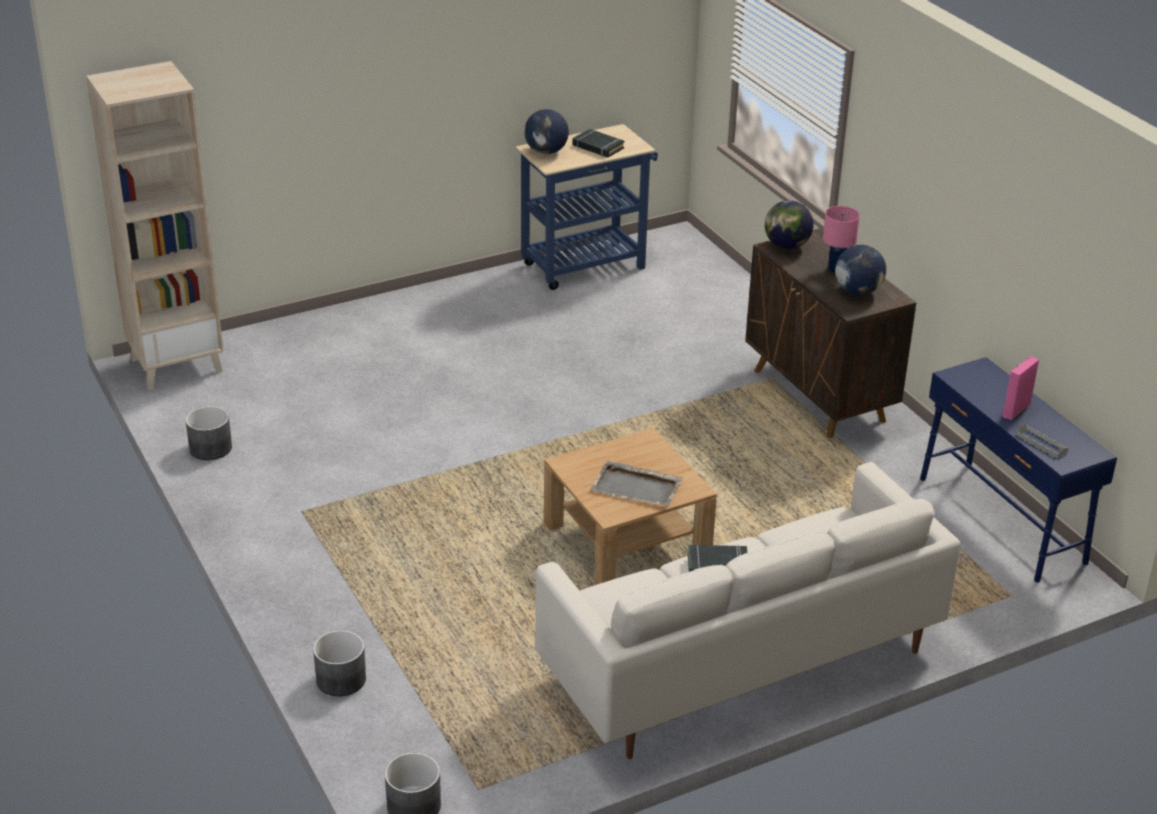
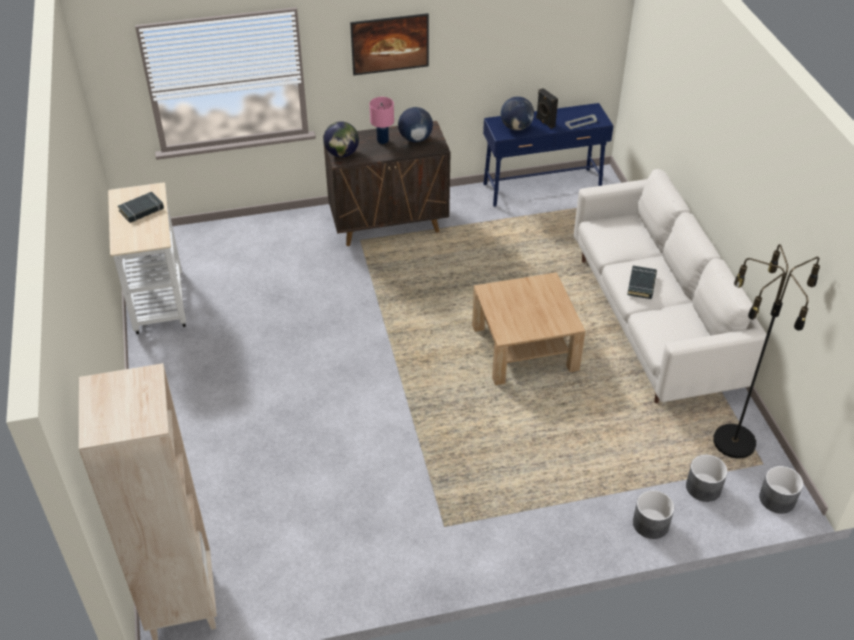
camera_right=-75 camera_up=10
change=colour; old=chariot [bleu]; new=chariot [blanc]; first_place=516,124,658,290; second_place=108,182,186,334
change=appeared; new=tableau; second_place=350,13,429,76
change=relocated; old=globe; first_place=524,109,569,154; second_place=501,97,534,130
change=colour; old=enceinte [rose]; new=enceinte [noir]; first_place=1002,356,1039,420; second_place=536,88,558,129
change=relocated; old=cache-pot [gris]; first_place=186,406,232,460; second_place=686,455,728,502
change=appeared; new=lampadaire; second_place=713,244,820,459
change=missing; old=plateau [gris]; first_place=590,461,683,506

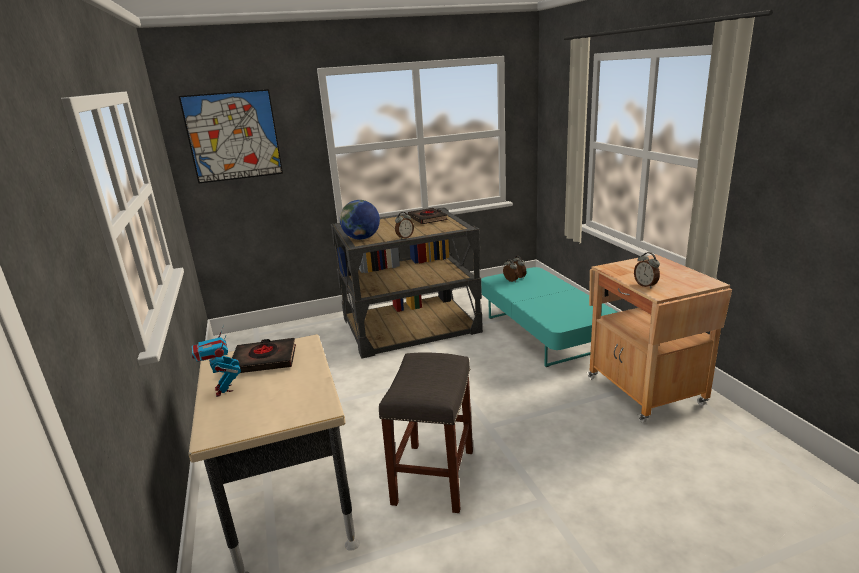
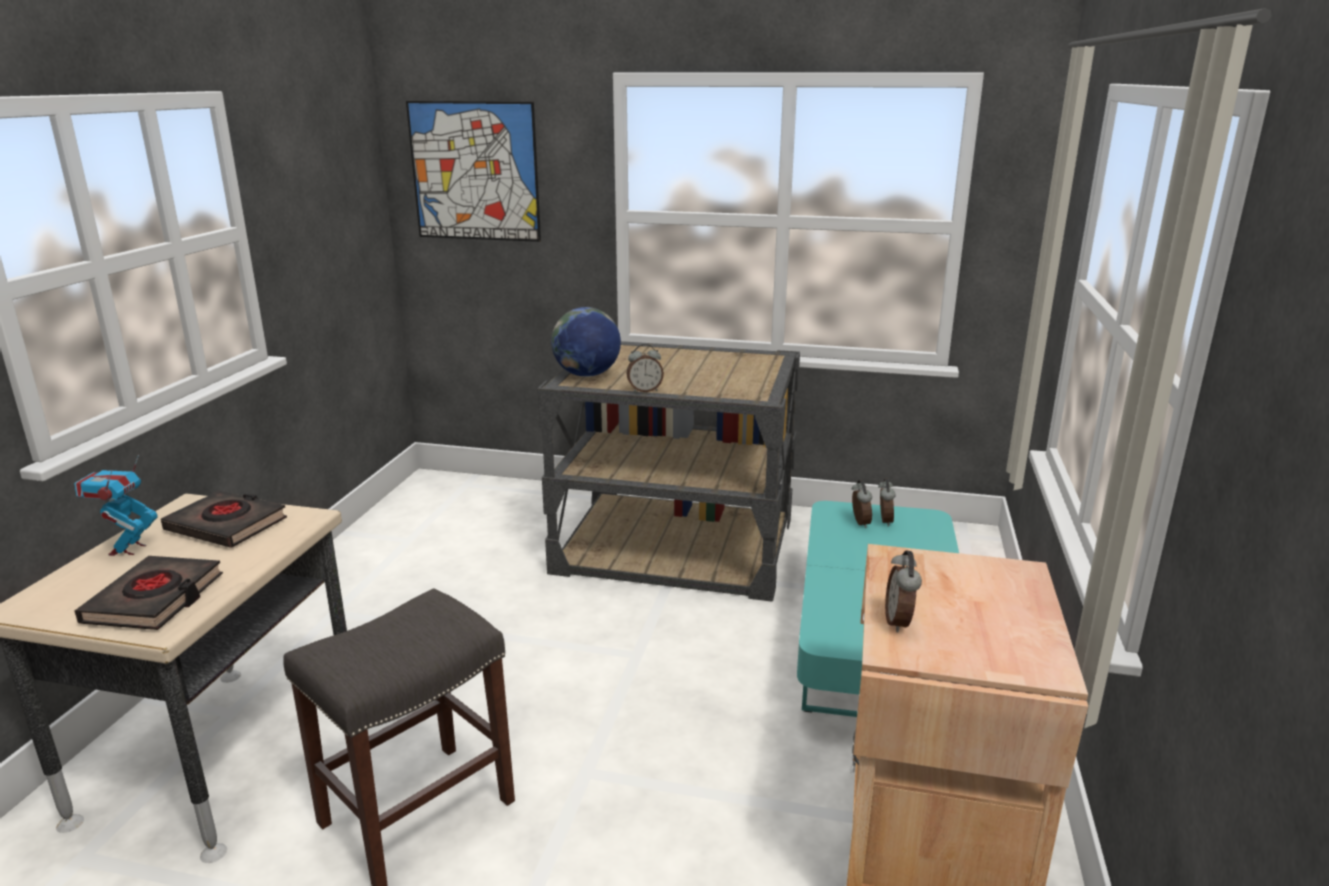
camera_right=30 camera_up=0
change=relocated; old=livre [noir]; first_place=408,208,448,224; second_place=74,556,223,630

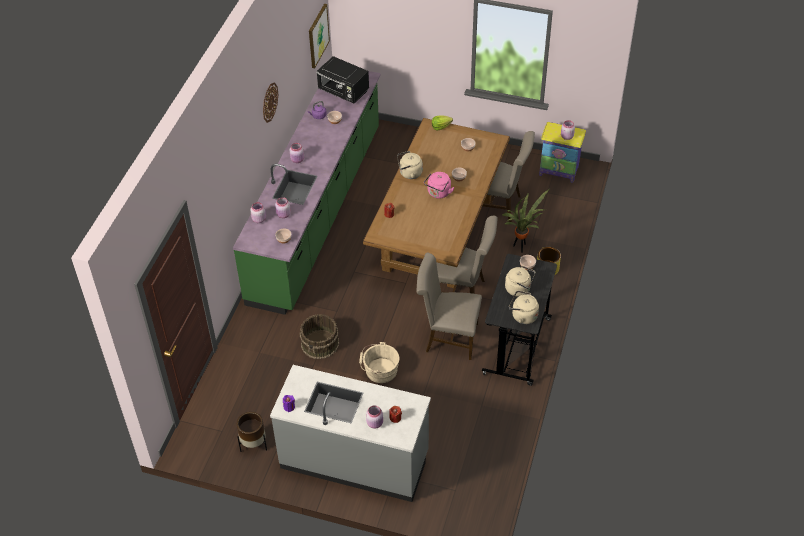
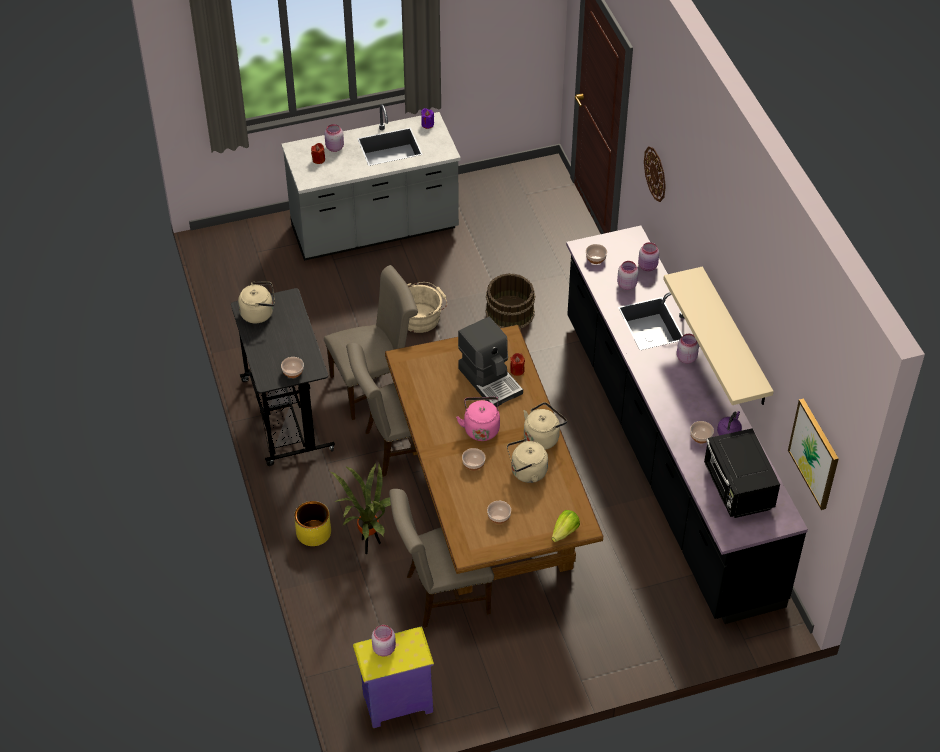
camera_right=145 camera_up=0
change=appeared; new=machine à café; second_place=458,317,523,407
change=relocated; old=bouilloire [beige]; first_place=505,265,535,296; second_place=507,439,548,483
change=colour; old=comptoir de cuisine [vert]; new=comptoir de cuisine [noir]; first_place=233,71,381,315; second_place=566,226,808,624
change=relocated; old=horloge murale; first_place=263,82,278,123; second_place=644,146,666,202
change=appeared; new=étagère [beige]; second_place=663,266,774,405
change=spun; old=micro-ondes [noir]; first_place=316,56,369,104; second_place=704,429,780,518; degrees=-105
change=missing; old=cache-pot [marron]; first_place=237,412,267,452

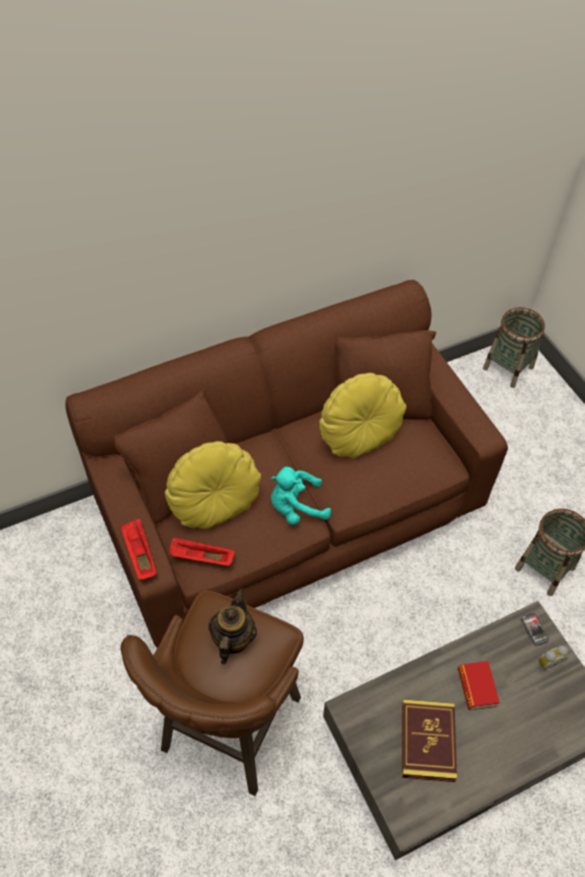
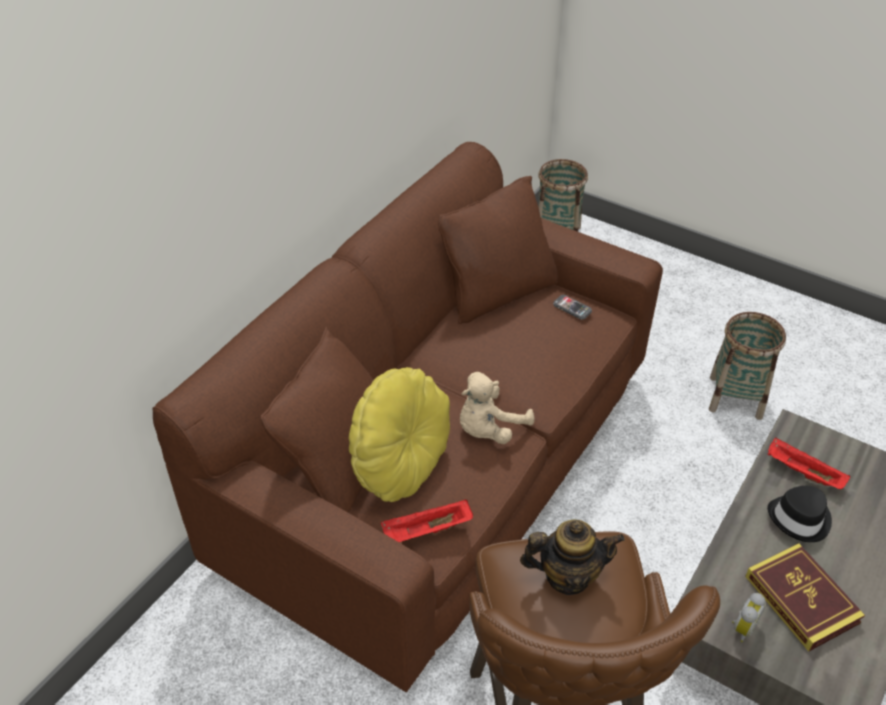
camera_right=-30 camera_up=-10
change=colour; old=peluche [turquoise]; new=peluche [beige]; first_place=271,467,331,525; second_place=460,372,534,444
change=spun; old=théière; first_place=208,589,257,665; second_place=520,519,625,595; degrees=105
change=relocated; old=téléphone; first_place=520,612,549,646; second_place=553,295,592,320
change=relocated; old=réveil; first_place=539,645,568,672; second_place=732,593,765,642
change=relocated; old=plateau [rouge]; first_place=120,518,157,580; second_place=767,438,850,489
change=exchanged; old=livre; new=chapeau [noir]; first_place=458,661,500,710; second_place=767,486,832,542
change=missing; old=coussin [jaune]; first_place=319,373,406,458

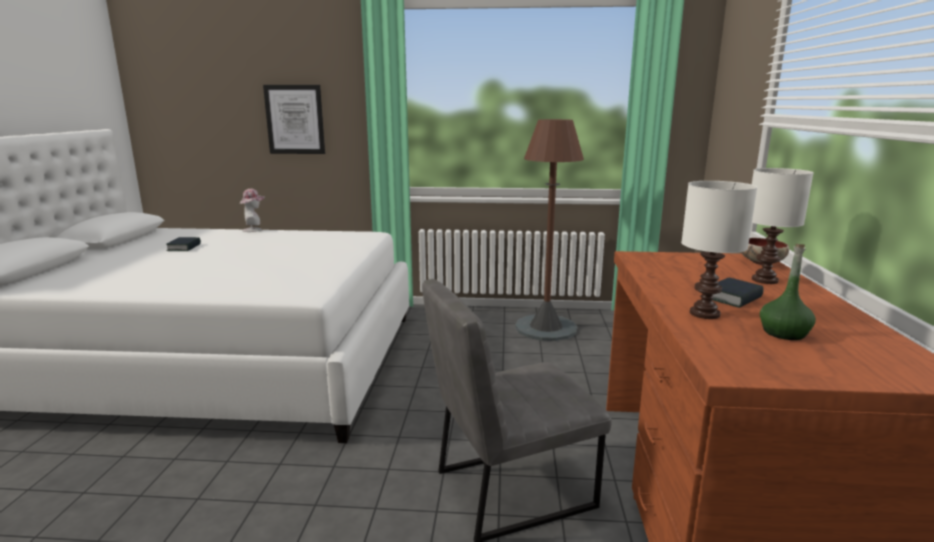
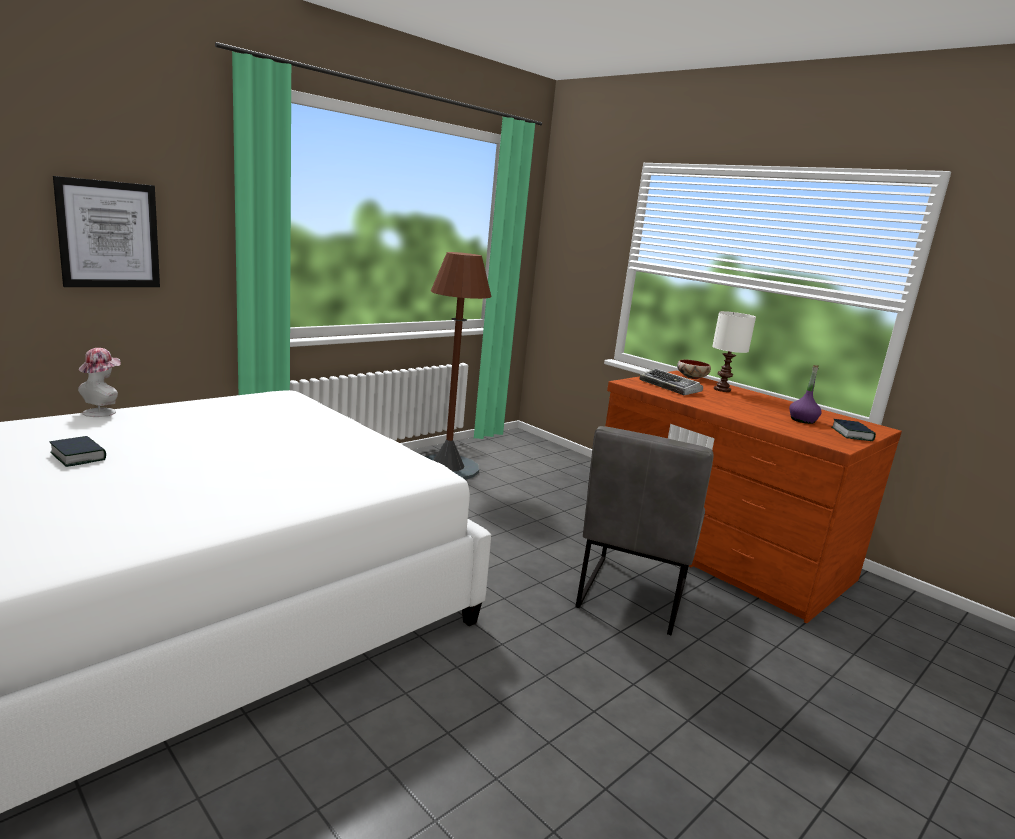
camera_right=-50 camera_up=0
change=appeared; new=clavier; second_place=640,368,703,395
change=colour; old=bouteille [vert]; new=bouteille [violet]; first_place=760,244,816,340; second_place=789,365,822,424
change=relocated; old=livre; first_place=712,277,764,308; second_place=831,419,876,441
change=missing; old=lampe de table [blanc]; first_place=681,181,757,319

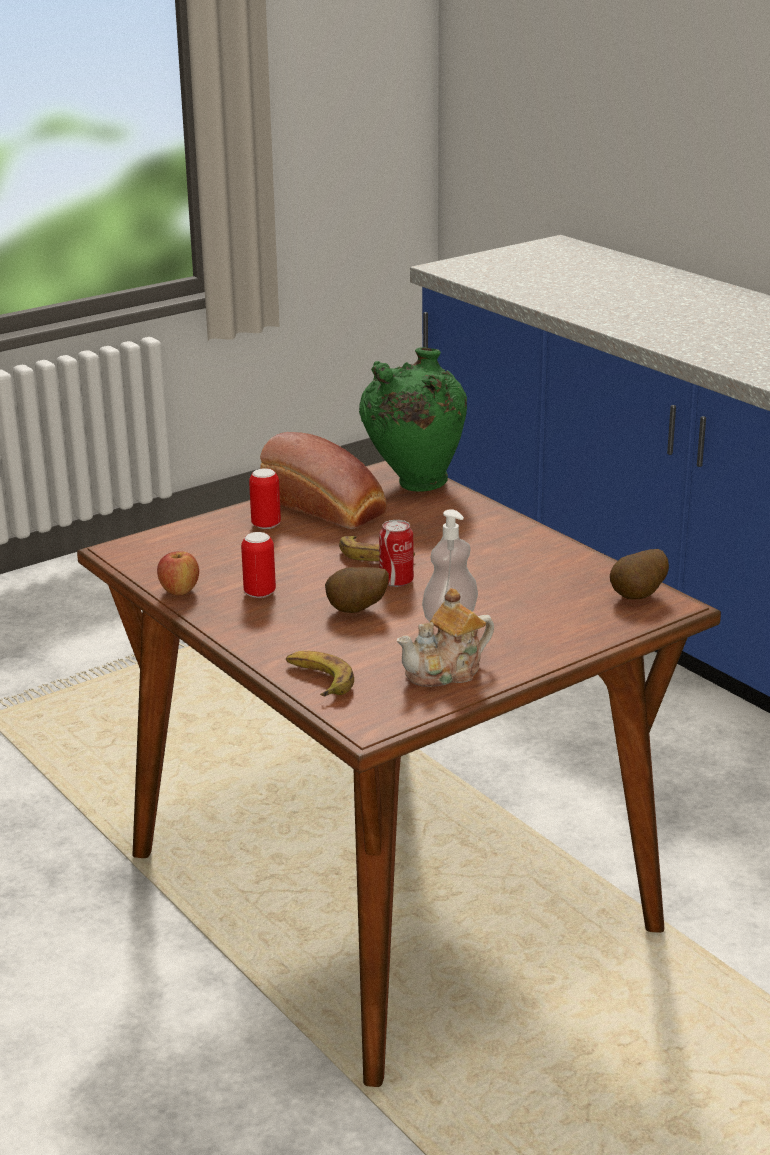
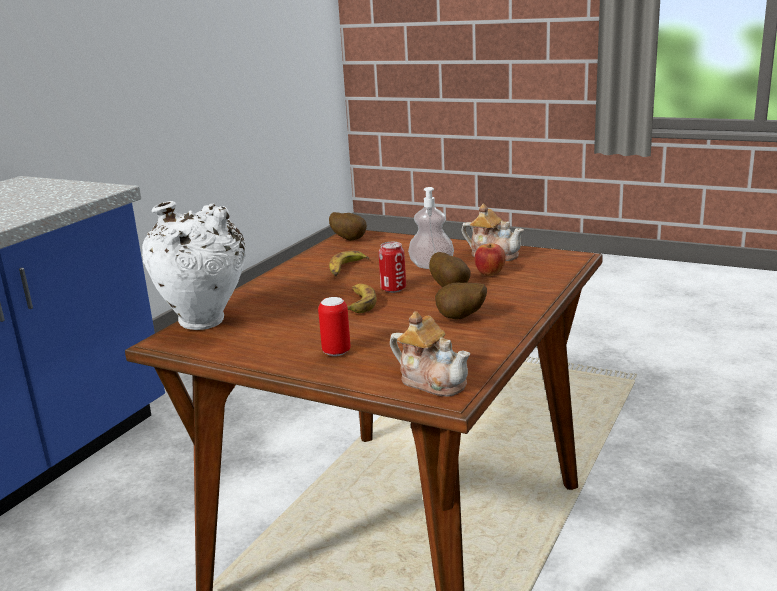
camera_right=-115 camera_up=-5
change=colour; old=vase [vert]; new=vase [blanc]; first_place=359,347,467,492; second_place=142,201,246,330
change=relocated; old=banane; first_place=286,651,354,696; second_place=329,251,369,276
change=appeared; new=théière; second_place=390,311,470,396
change=exchanged; old=boîte métallique; new=pomme de terre; first_place=241,532,276,598; second_place=435,283,487,319
change=relocated; old=pomme; first_place=157,551,199,596; second_place=475,243,506,276
change=missing; old=pain; first_place=260,432,387,529

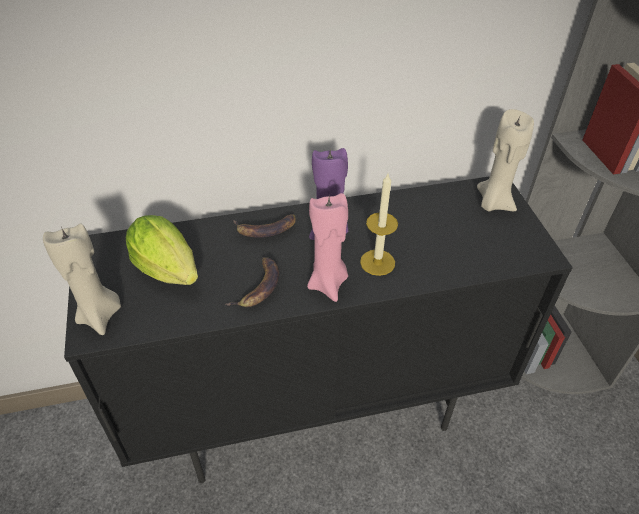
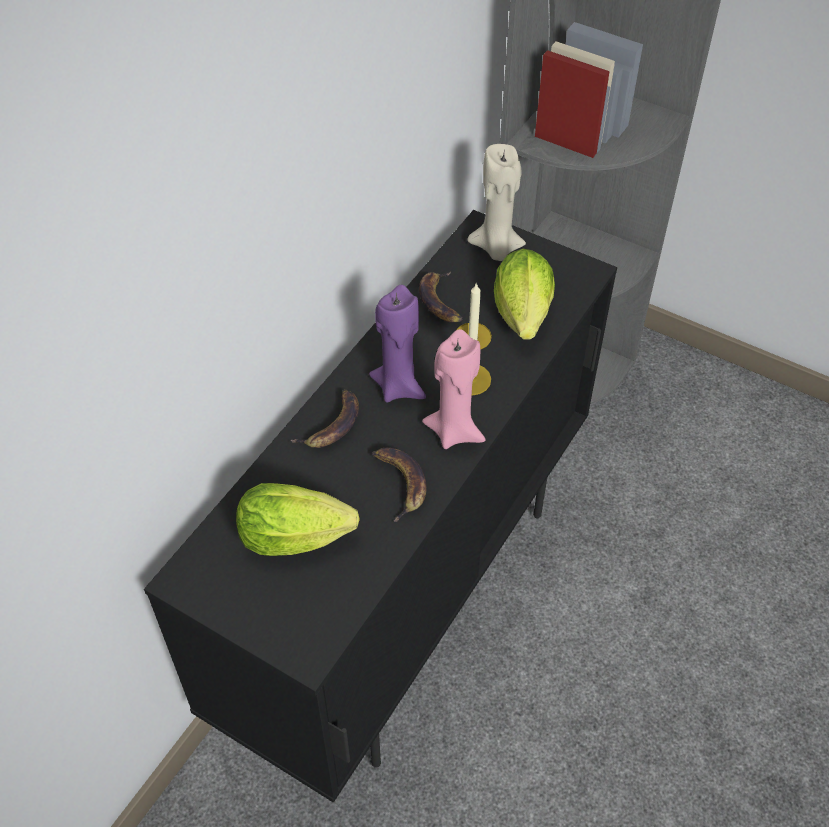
camera_right=-45 camera_up=5
change=appeared; new=banane; second_place=419,271,462,322
change=appeared; new=laitue; second_place=494,249,555,340
change=missing; old=bougie [beige]; first_place=43,223,121,335

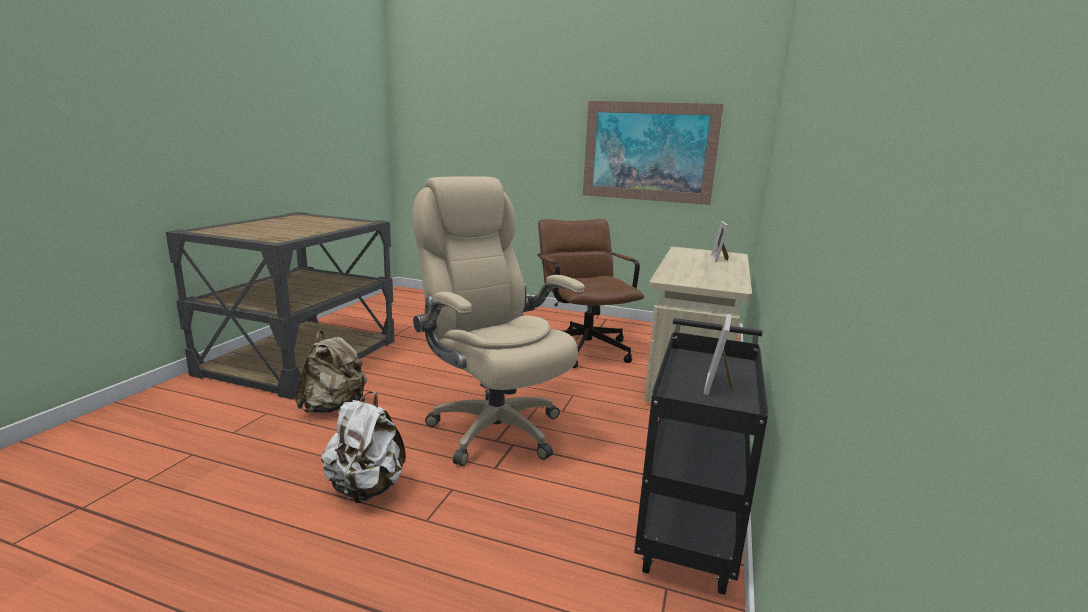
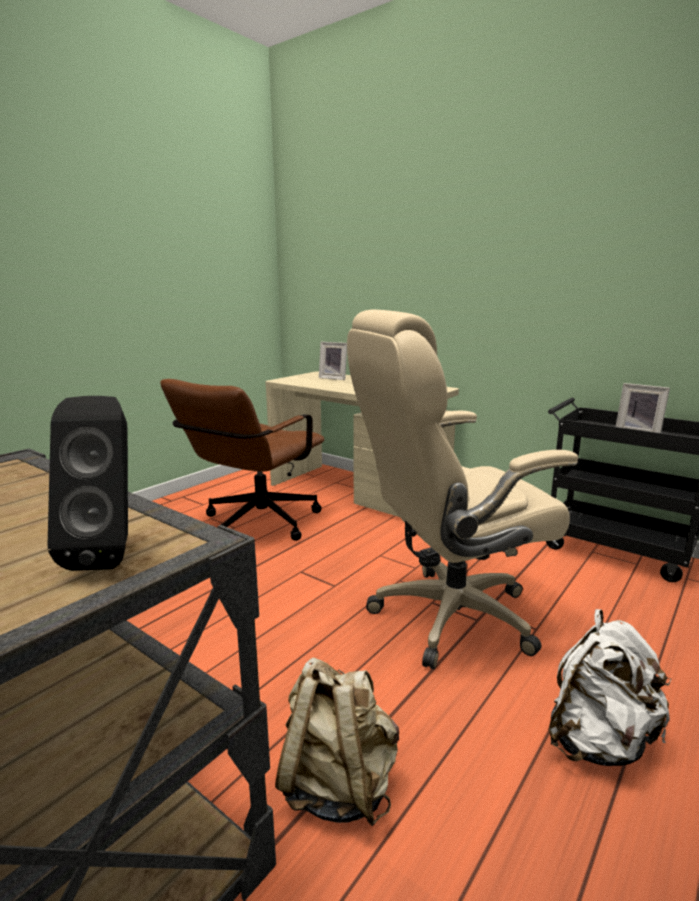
camera_right=-70 camera_up=0
change=appeared; new=enceinte [noir]; second_place=48,396,128,571
change=spun; old=chaise de bureau [marron]; first_place=537,219,644,368; second_place=160,379,324,541; degrees=-60
change=missing; old=tableau; first_place=583,101,724,205

